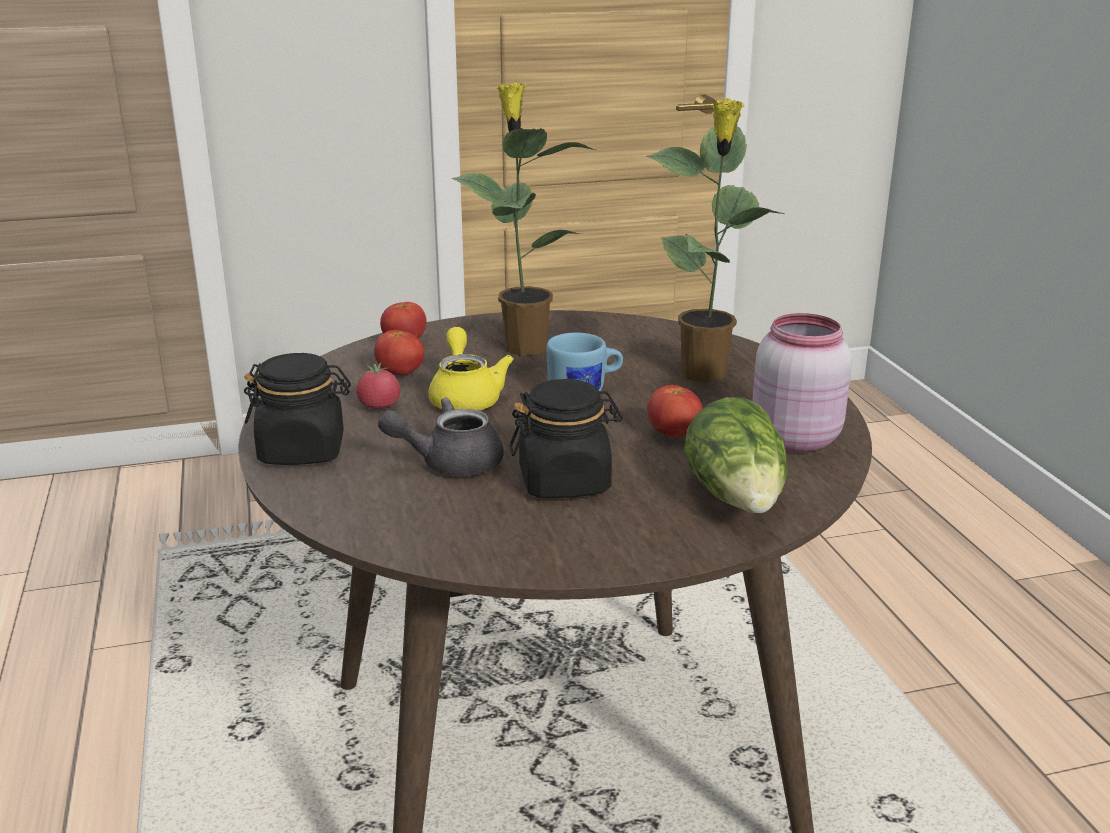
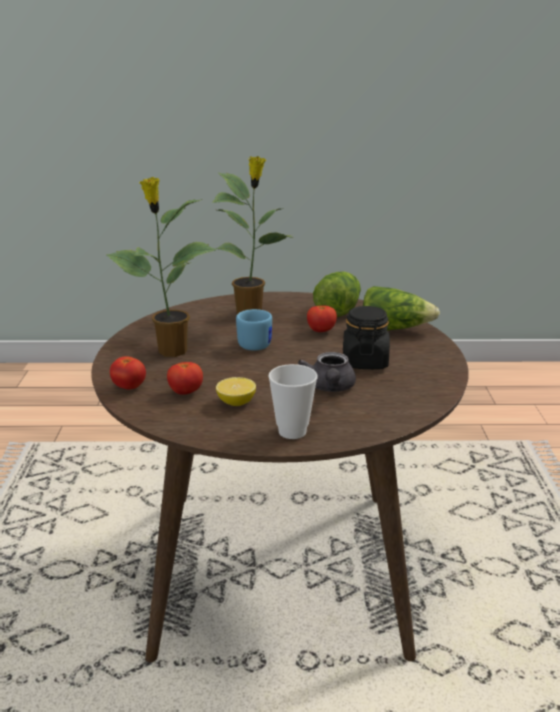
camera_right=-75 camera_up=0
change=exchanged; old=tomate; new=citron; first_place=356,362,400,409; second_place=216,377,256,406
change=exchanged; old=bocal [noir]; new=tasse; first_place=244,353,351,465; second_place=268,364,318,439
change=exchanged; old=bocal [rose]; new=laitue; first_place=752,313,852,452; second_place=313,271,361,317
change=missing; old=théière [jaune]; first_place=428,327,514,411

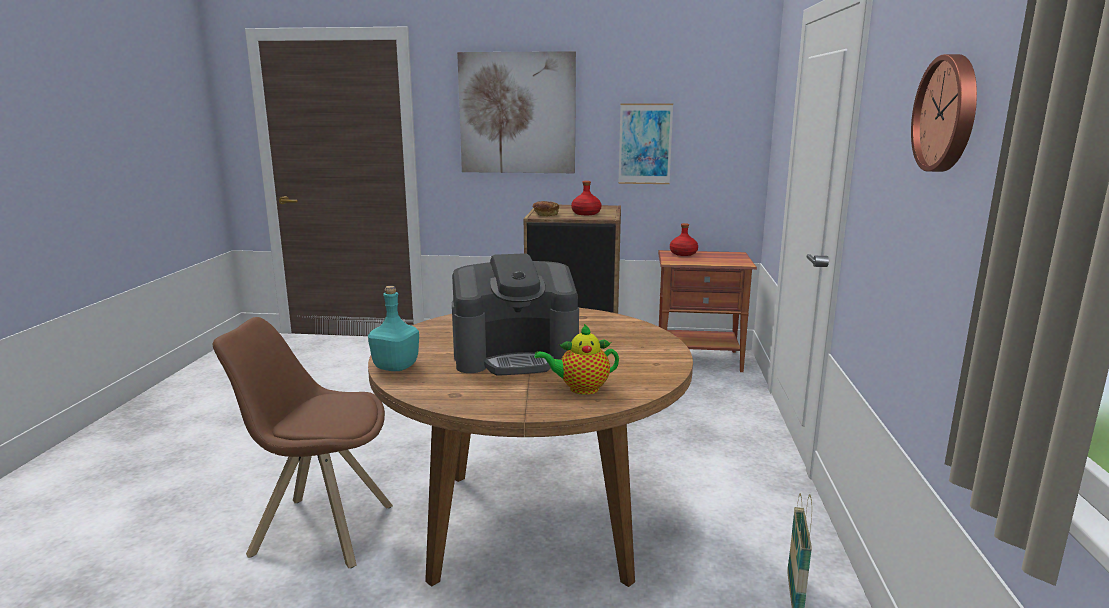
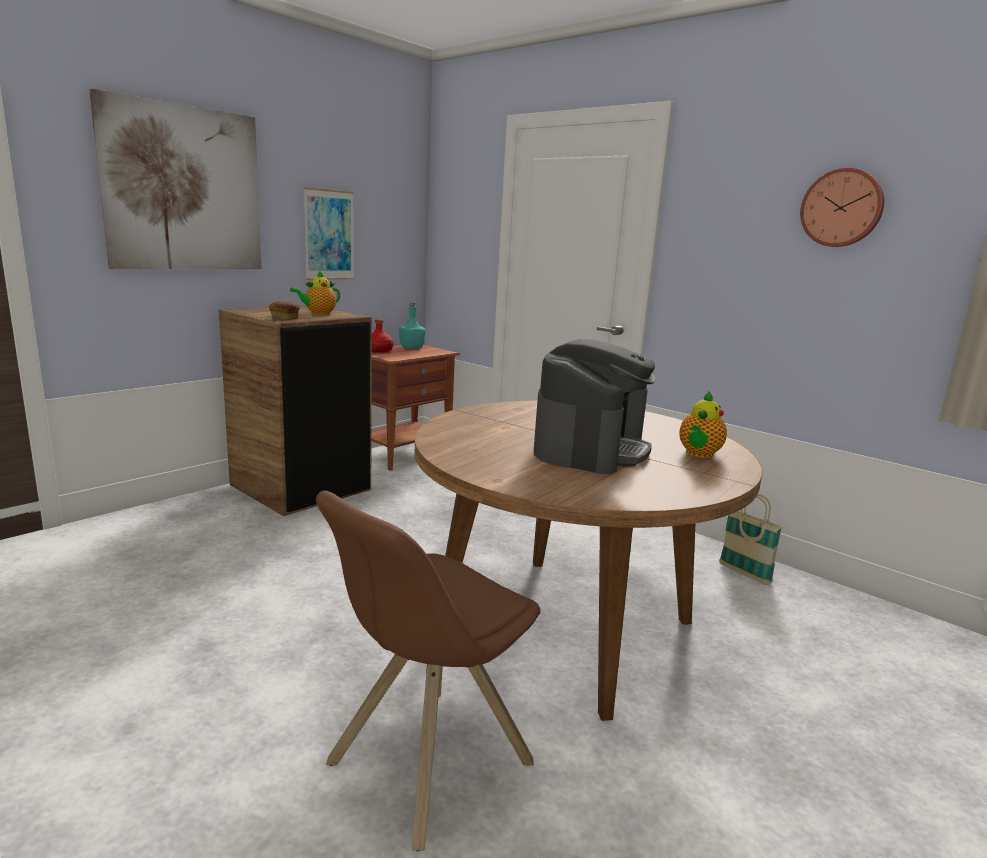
camera_right=-55 camera_up=0
change=exchanged; old=bouteille [rouge]; new=théière; first_place=571,181,602,215; second_place=290,270,340,315
change=relocated; old=bouteille [turquoise]; first_place=368,286,419,371; second_place=399,302,425,349

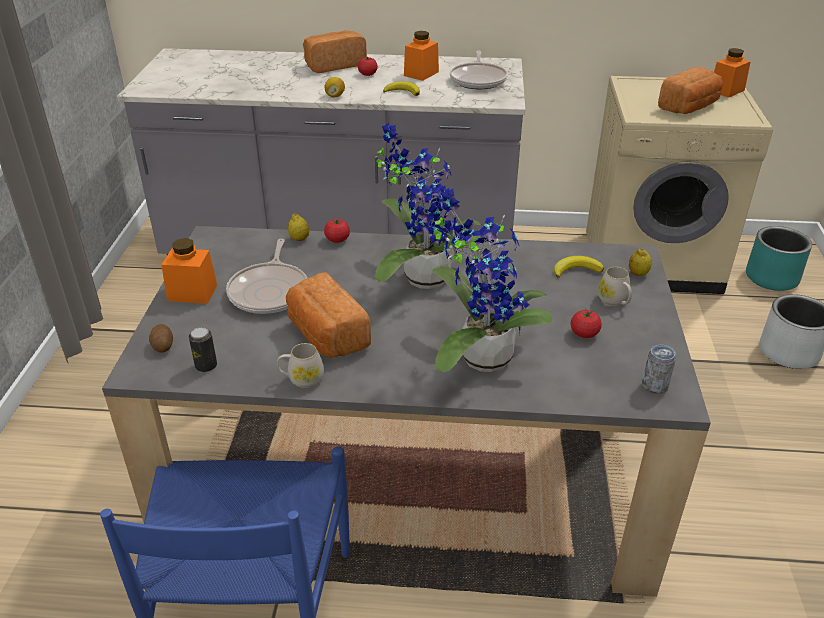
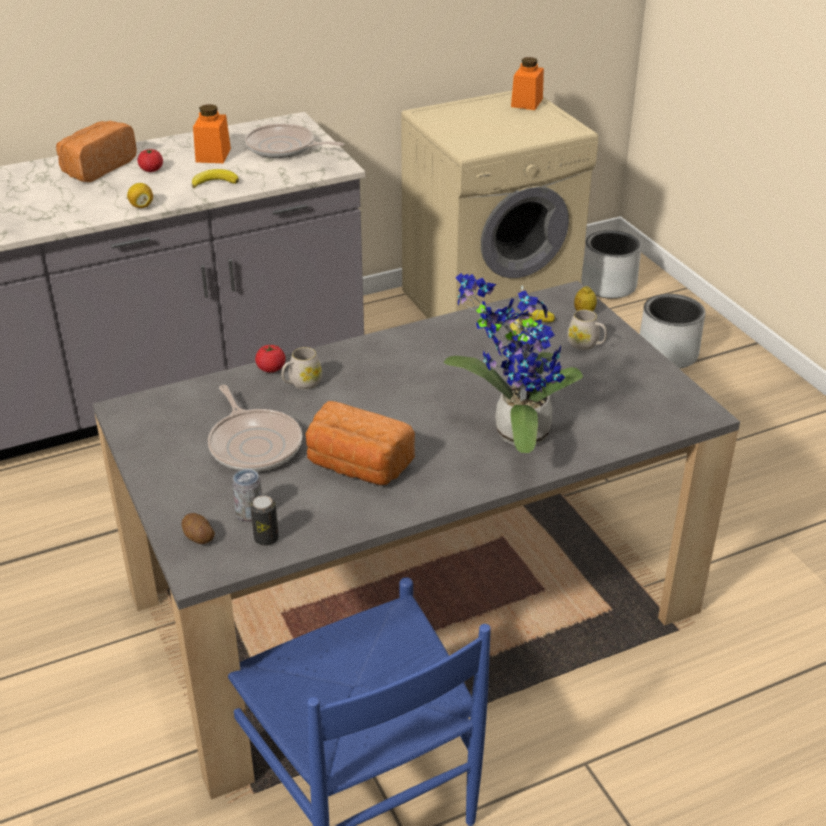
camera_right=-30 camera_up=0
change=relocated; old=boîte métallique; first_place=642,345,676,394; second_place=232,469,262,522
change=spun; old=poêle; first_place=450,51,508,89; second_place=245,124,345,158; degrees=135
change=relocated; old=mug [blanc]; first_place=277,343,324,388; second_place=281,347,322,389
change=colour; old=cache-pot [turquoise]; new=cache-pot [gris]; first_place=746,226,812,291; second_place=581,230,642,299
change=missing; old=bocal [orange]; first_place=161,238,217,304
change=missing; old=citron; first_place=288,213,309,241
change=missing; old=plante en pot; first_place=375,123,482,289
change=missing; old=tomate; first_place=571,309,602,338
change=missing; old=pain; first_place=658,66,723,114

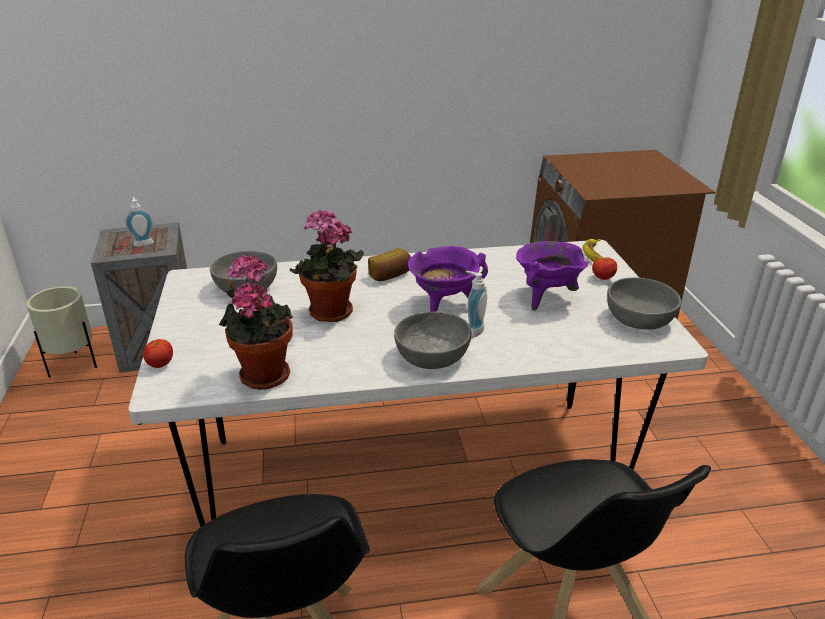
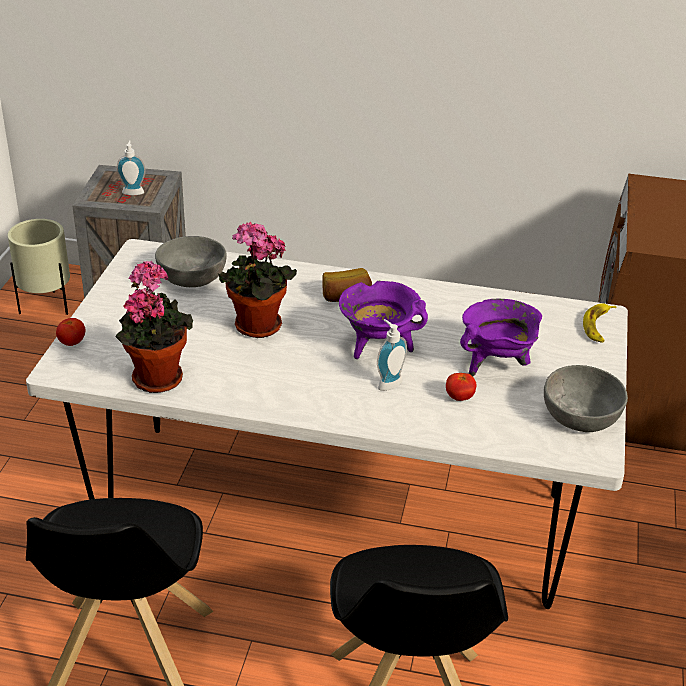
camera_right=20 camera_up=5
change=relocated; old=tomate; first_place=592,257,617,280; second_place=446,373,476,401
change=missing; old=bol [gris]; first_place=394,311,472,369

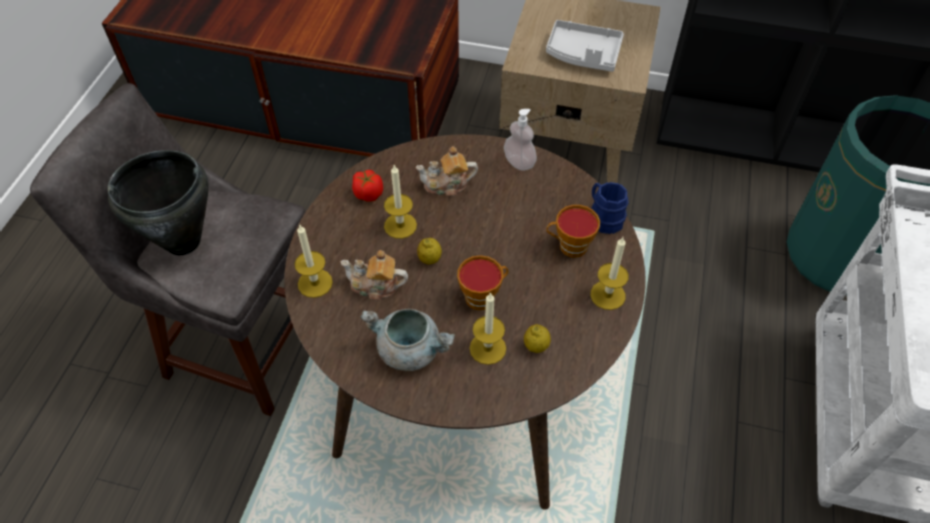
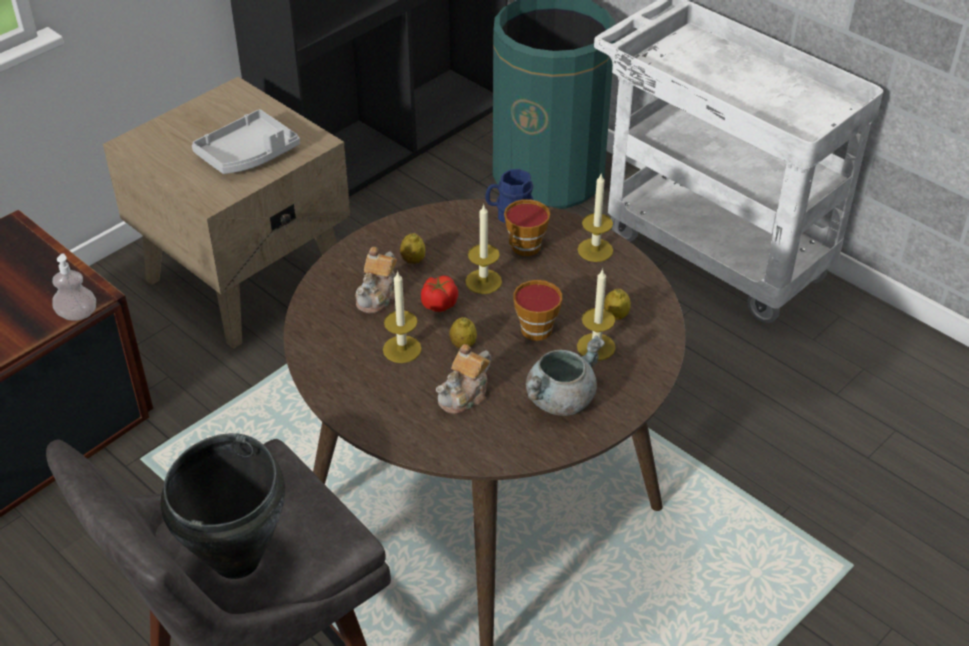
camera_right=-60 camera_up=-10
change=relocated; old=distributeur de savon; first_place=504,109,537,171; second_place=52,253,96,321
change=appeared; new=citron; second_place=400,233,425,264
change=relocated; old=tomate; first_place=352,170,383,201; second_place=421,275,458,312
change=relocated; old=bougie; first_place=295,224,333,298; second_place=465,204,502,294

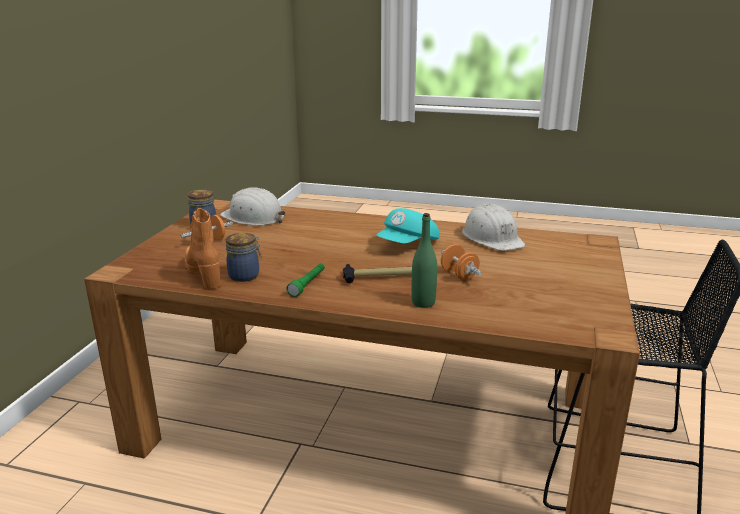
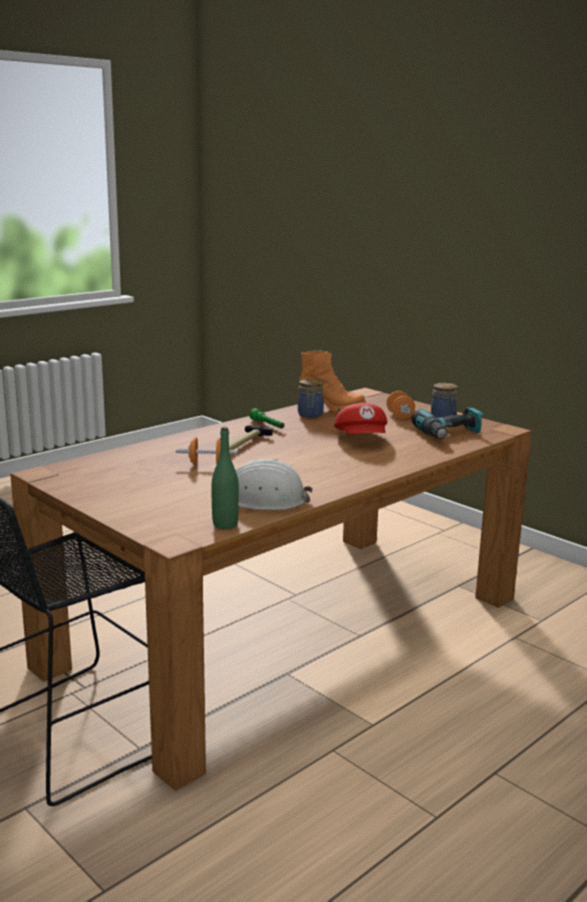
camera_right=120 camera_up=-5
change=relocated; old=bouteille [vert]; first_place=411,213,437,308; second_place=211,427,239,529
change=appeared; new=casquette [rouge]; second_place=334,403,388,434
change=exchanged; old=casque de chantier [blanc]; new=perceuse; first_place=220,187,286,226; second_place=411,407,483,440
change=missing; old=casquette [turquoise]; first_place=376,208,439,243

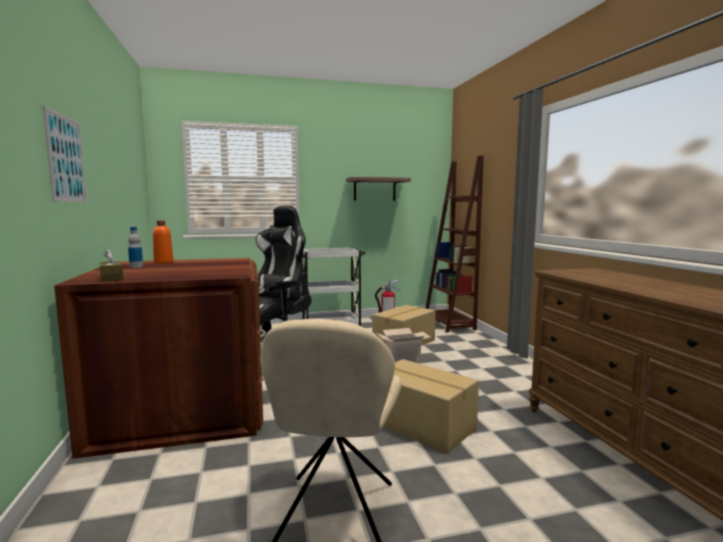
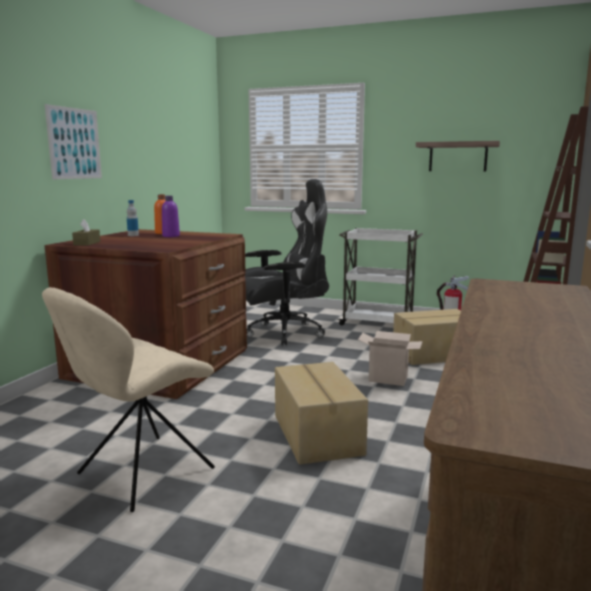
camera_right=35 camera_up=5
change=appeared; new=bouteille [violet]; second_place=162,196,180,237

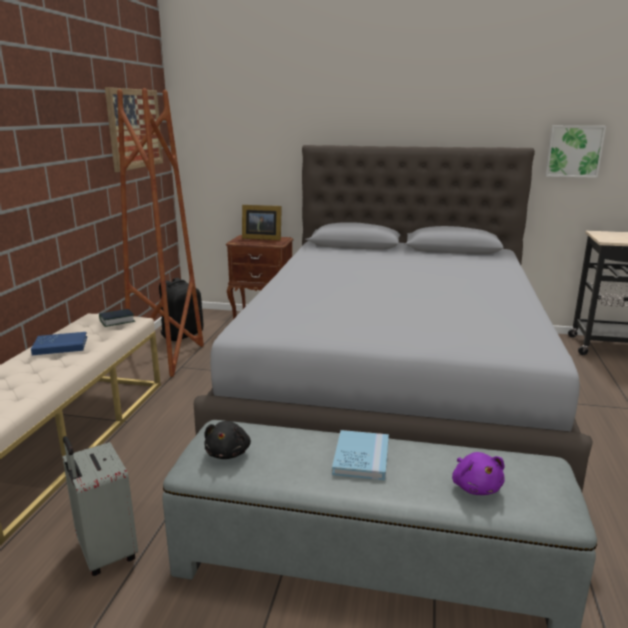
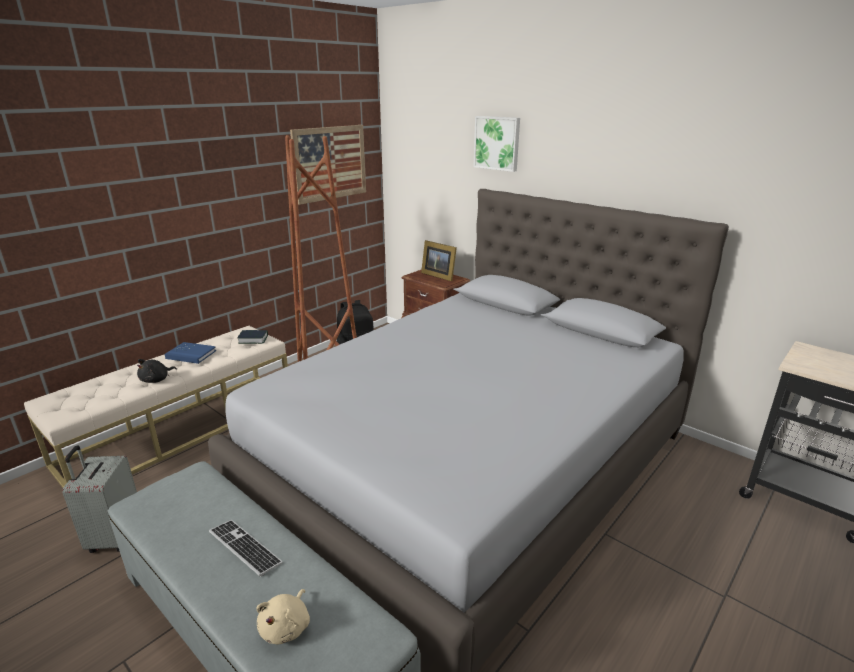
camera_right=30 camera_up=5
change=relocated; old=peluche [noir]; first_place=204,421,251,459; second_place=137,359,177,383
change=exchanged; old=livre [bleu]; new=clavier; first_place=332,430,389,480; second_place=209,520,283,577
change=colour; old=peluche [violet]; new=peluche [beige]; first_place=452,452,505,495; second_place=256,589,310,644
change=relocated; old=tableau; first_place=545,126,606,178; second_place=473,116,520,172

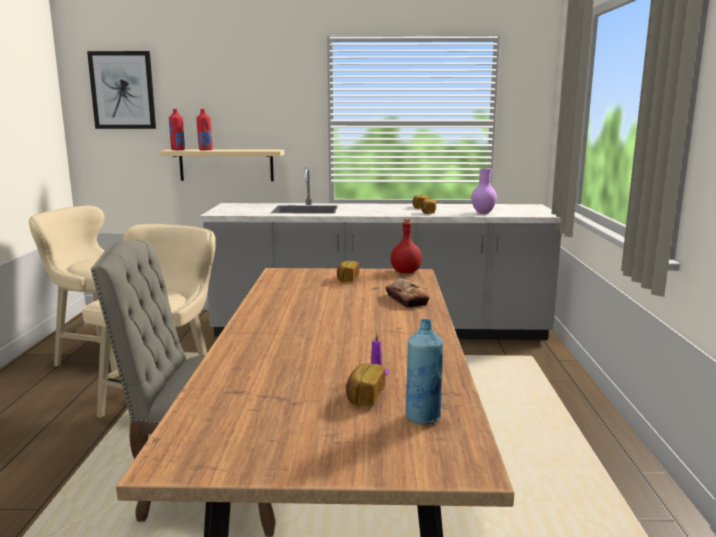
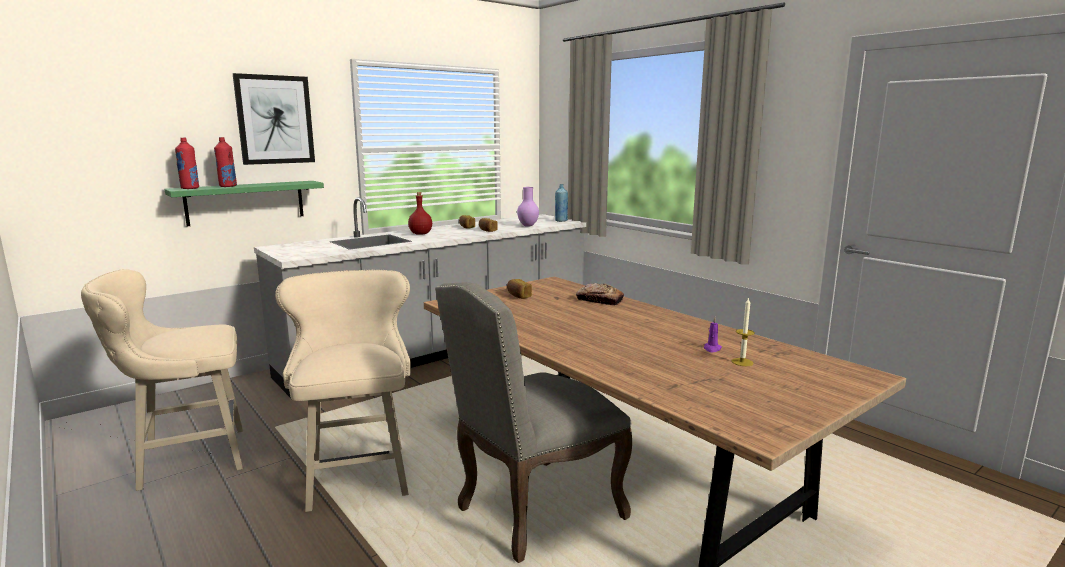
camera_right=-40 camera_up=0
change=colour; old=étagère [beige]; new=étagère [vert]; first_place=159,149,284,181; second_place=165,181,324,226
change=relocated; old=tableau; first_place=87,51,156,129; second_place=233,73,315,165
change=relocated; old=bouteille [rouge]; first_place=391,218,422,274; second_place=408,192,432,235
change=relocated; old=bouteille [bleu]; first_place=406,319,443,424; second_place=555,184,568,222
change=exchanged; old=pain; new=bougie; first_place=346,363,385,406; second_place=732,297,755,366

